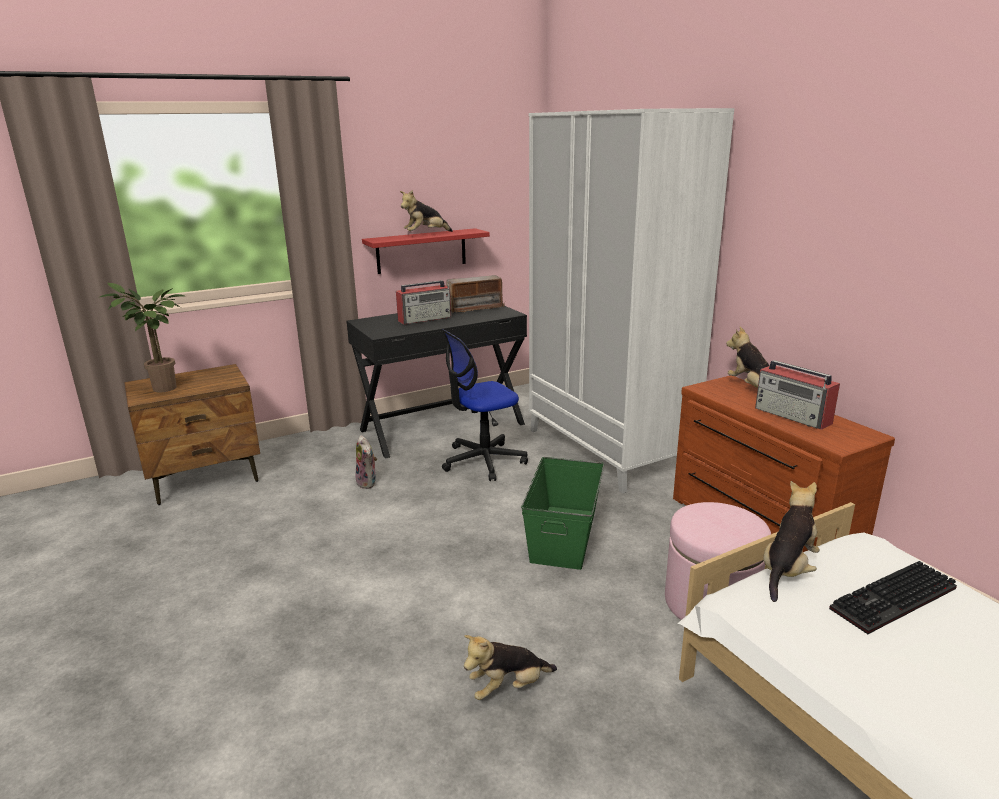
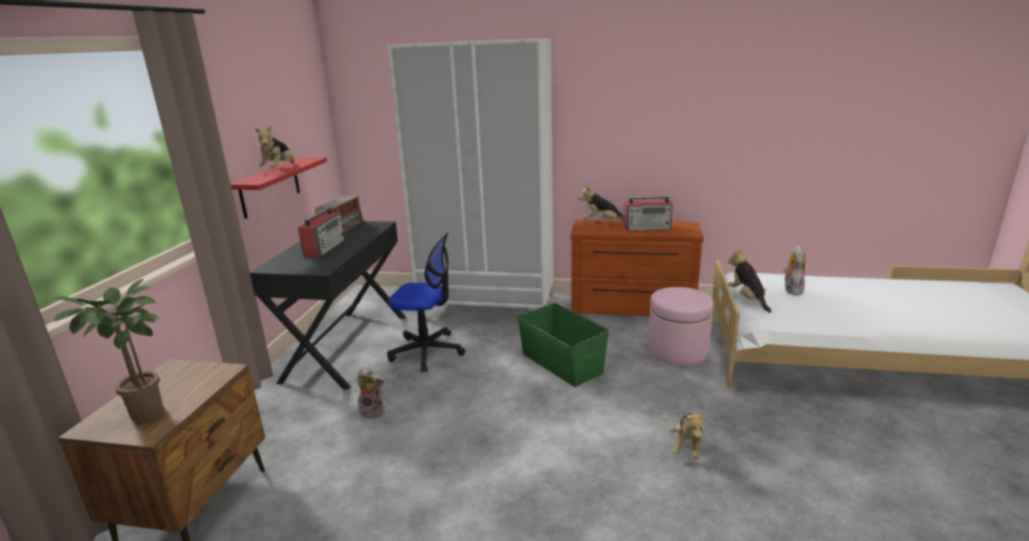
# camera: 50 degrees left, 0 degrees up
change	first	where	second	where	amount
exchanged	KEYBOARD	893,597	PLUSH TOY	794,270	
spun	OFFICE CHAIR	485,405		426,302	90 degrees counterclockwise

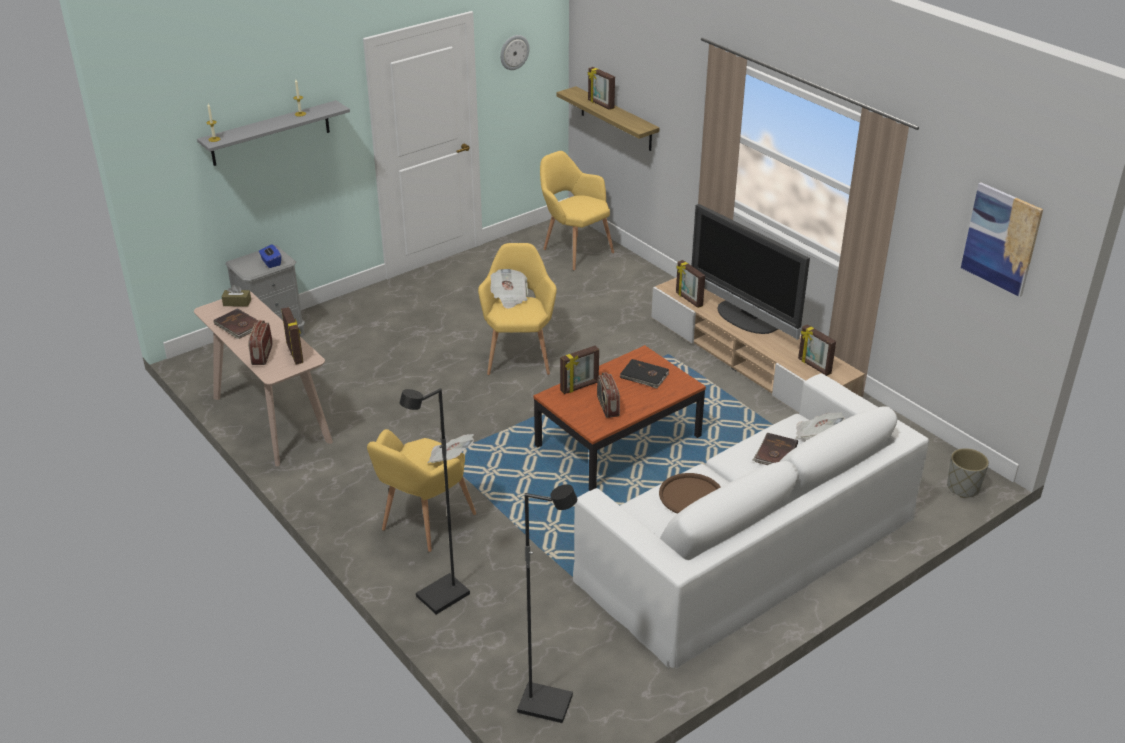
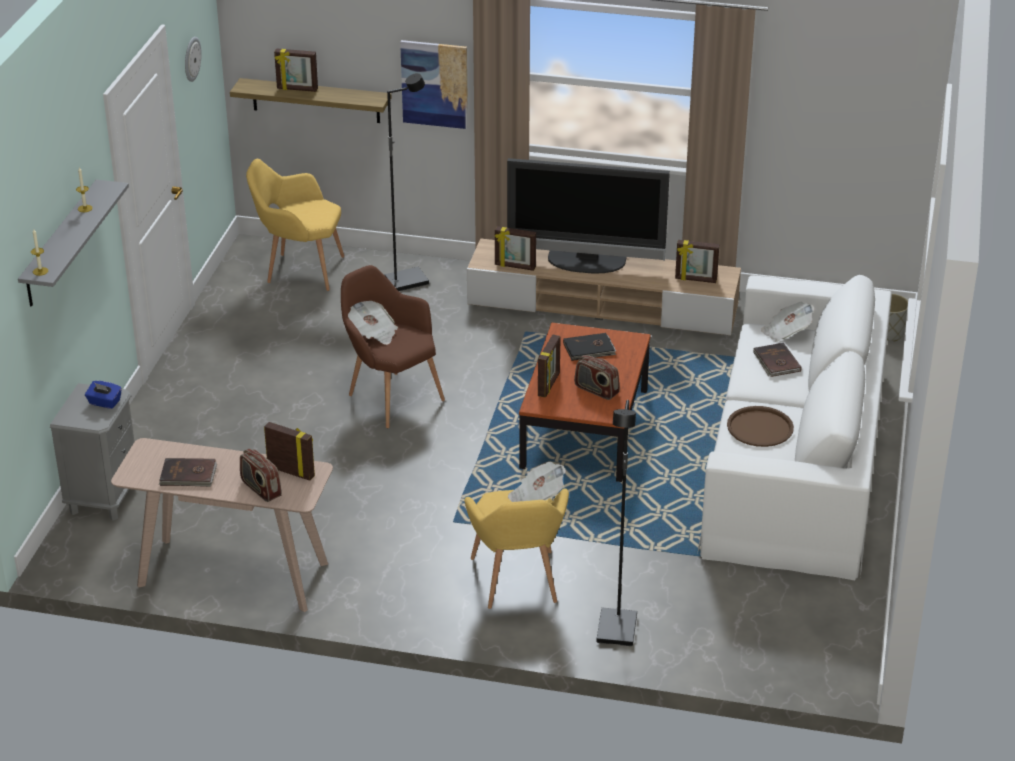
# camera: 40 degrees left, 0 degrees up
change	first	where	second	where	amount
missing	BROWNISH TISSUE HOLDER	236,296			
relocated	BLACK-COLOURED STANDING LAMP	547,603		407,182	
relocated	WALL ART	1002,240		434,84	
colour	YELLOW-COLOURED EASY CHAIR	517,309	BROWNISH EASY CHAIR	393,346	

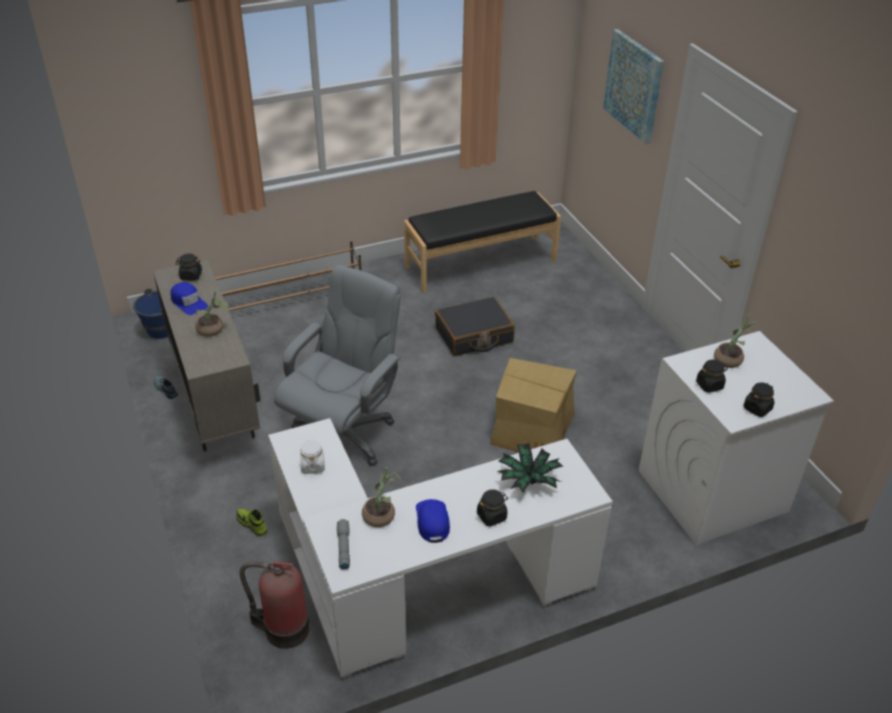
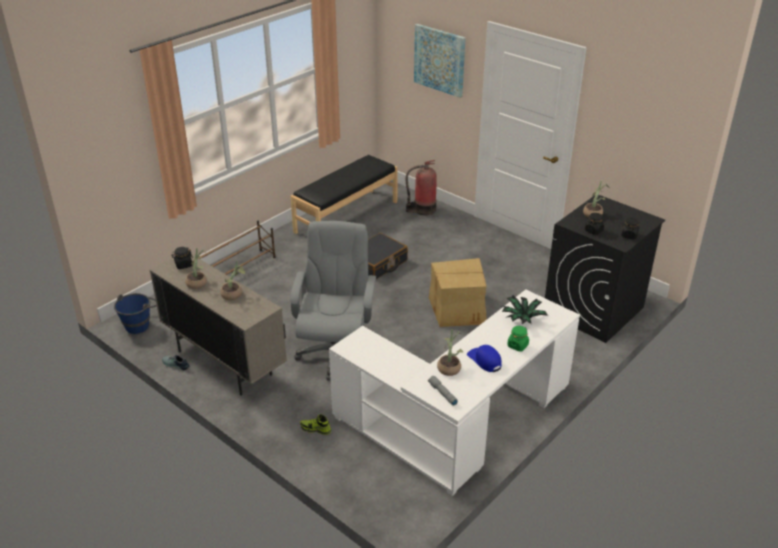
# camera: 25 degrees left, 5 degrees down
change	first	where	second	where	amount
missing	WHITE STORAGE JAR	312,457			
relocated	FIRE EXTINGUISHER	274,605		421,187	
exchanged	BLUE-COLOURED CAP	189,298	HOUSEPLANT	196,268	
colour	BLACK-COLOURED STORAGE JAR	492,508	GREEN-COLOURED STORAGE JAR	518,339	
colour	WHITE LAUNDRY APPLIANCE	736,438	BLACK-COLOURED LAUNDRY APPLIANCE	605,269	

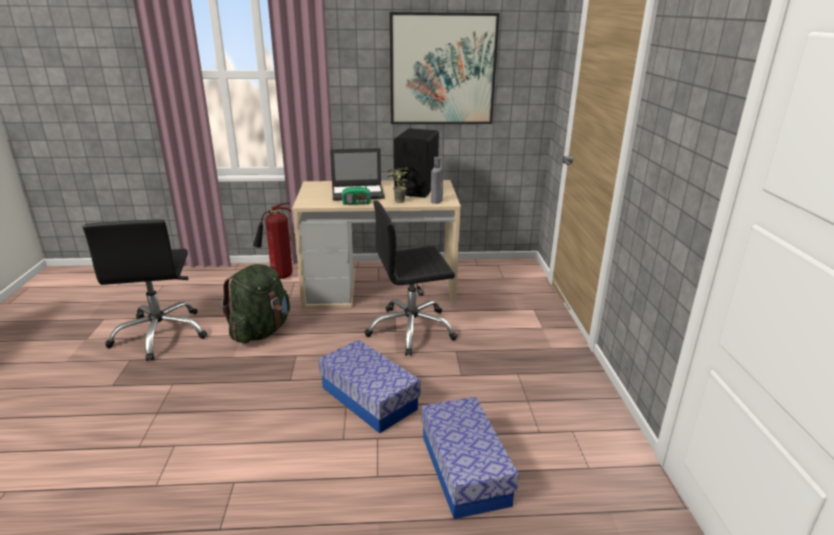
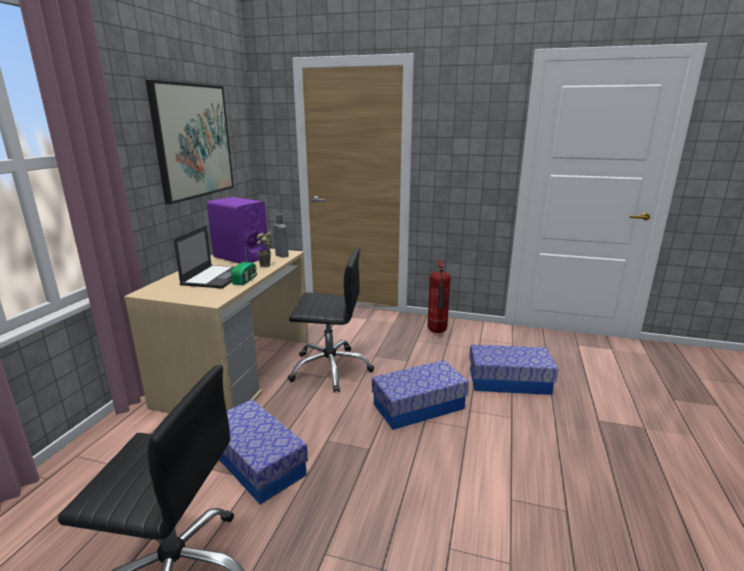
# camera: 70 degrees left, 5 degrees down
change	first	where	second	where	amount
relocated	FIRE EXTINGUISHER	273,241		439,296	
exchanged	GREEN-COLOURED RUCKSACK	256,303	STORAGE BIN	263,452	
colour	BLACK-COLOURED SPEAKER	416,163	PURPLE-COLOURED SPEAKER	238,230	
spun	BLACK-COLOURED OFFICE CHAIR	411,278		331,320	90 degrees counterclockwise

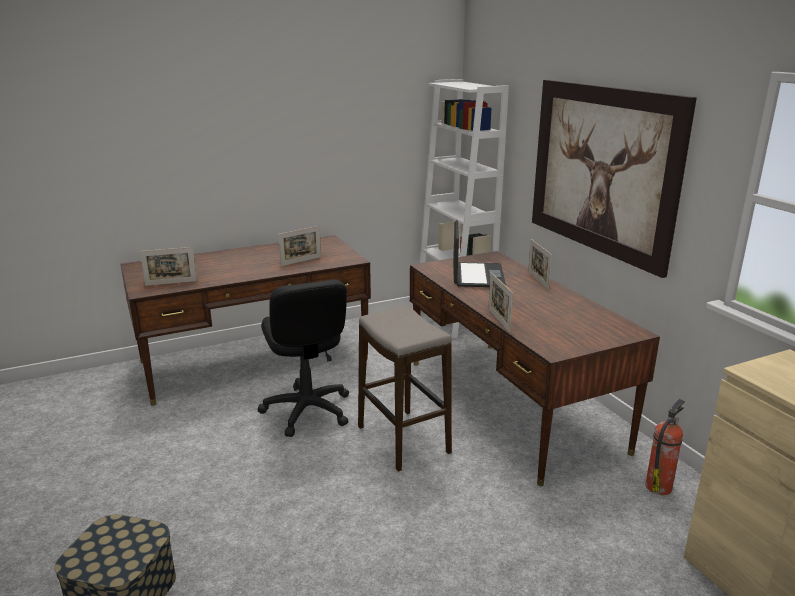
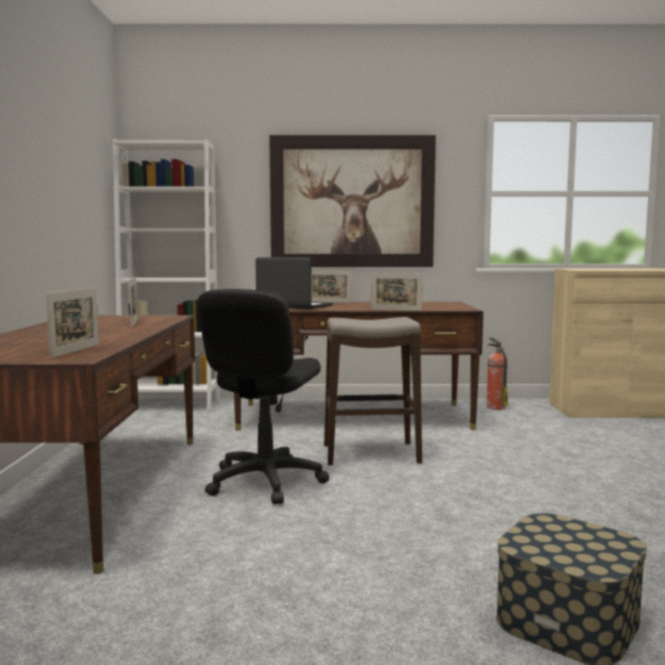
# camera: 65 degrees left, 15 degrees down
change	first	where	second	where	amount
spun	BLACK-COLOURED OFFICE CHAIR	303,358		263,396	105 degrees clockwise

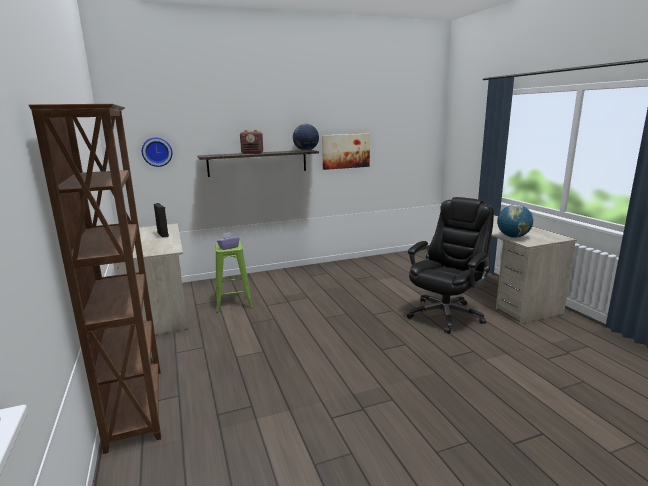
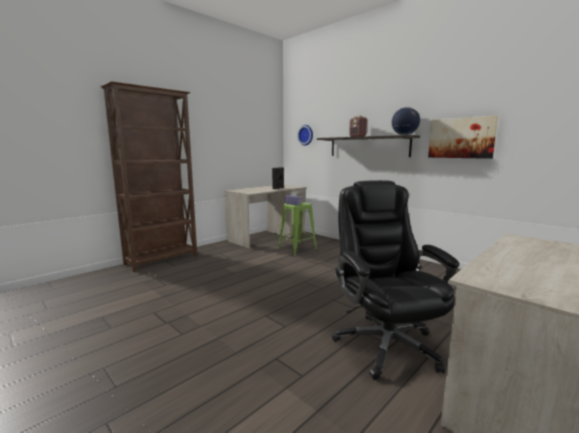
# camera: 65 degrees right, 5 degrees down
change	first	where	second	where	amount
missing	DESK GLOBE	515,221			
spun	BLACK-COLOURED OFFICE CHAIR	450,265		395,280	120 degrees counterclockwise

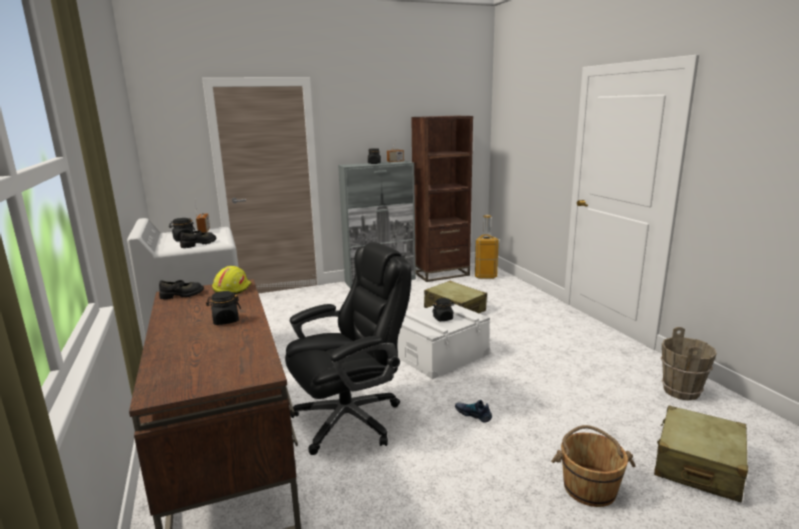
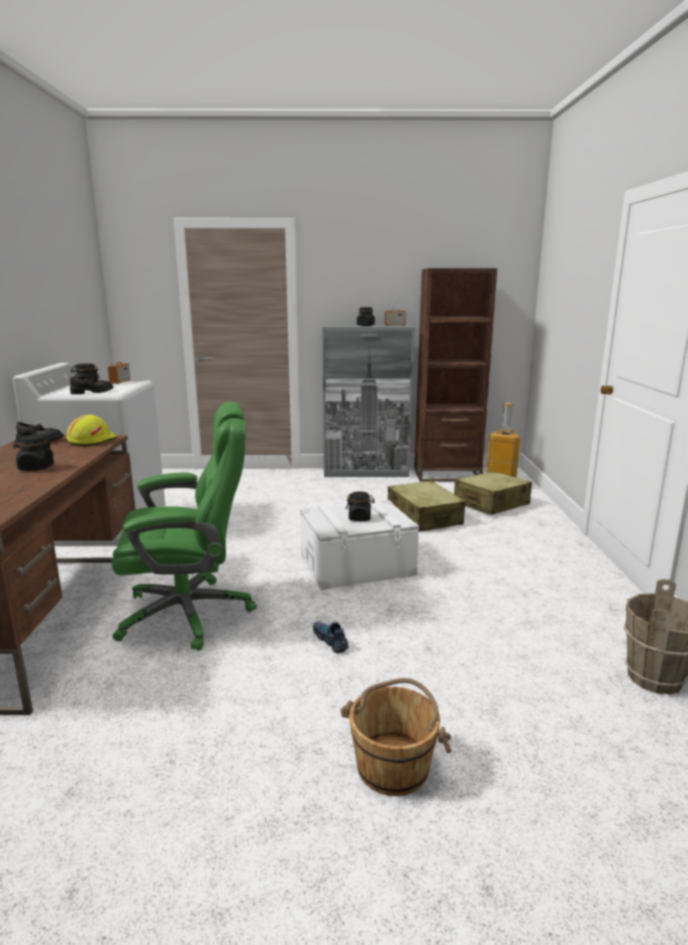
# camera: 20 degrees right, 0 degrees up
change	first	where	second	where	amount
relocated	BEIGE-COLOURED PIECE OF LUGGAGE	701,454		493,493	
colour	BLACK-COLOURED OFFICE CHAIR	348,348	GREEN-COLOURED OFFICE CHAIR	184,526	

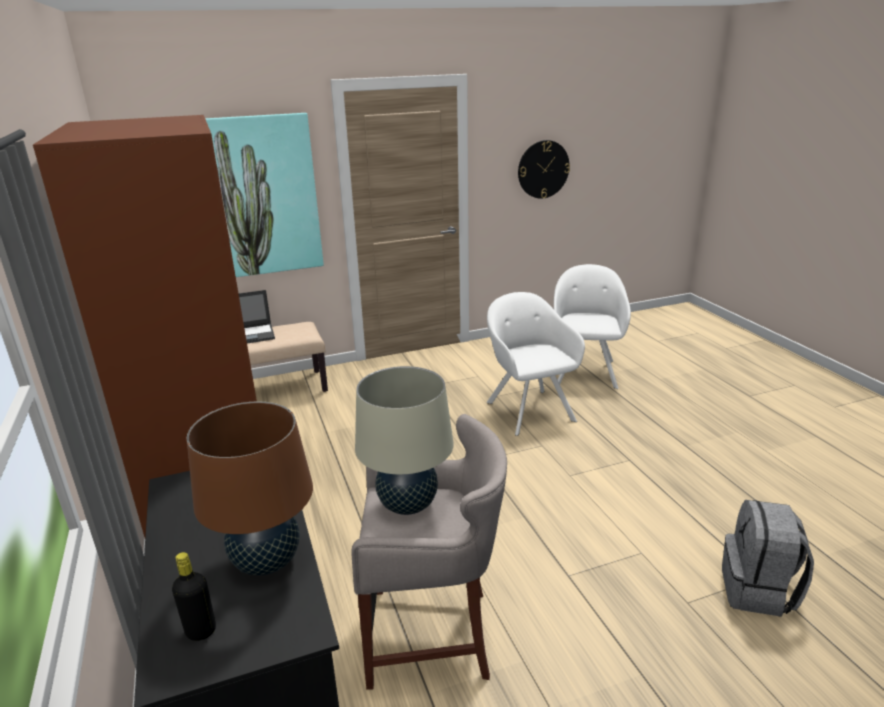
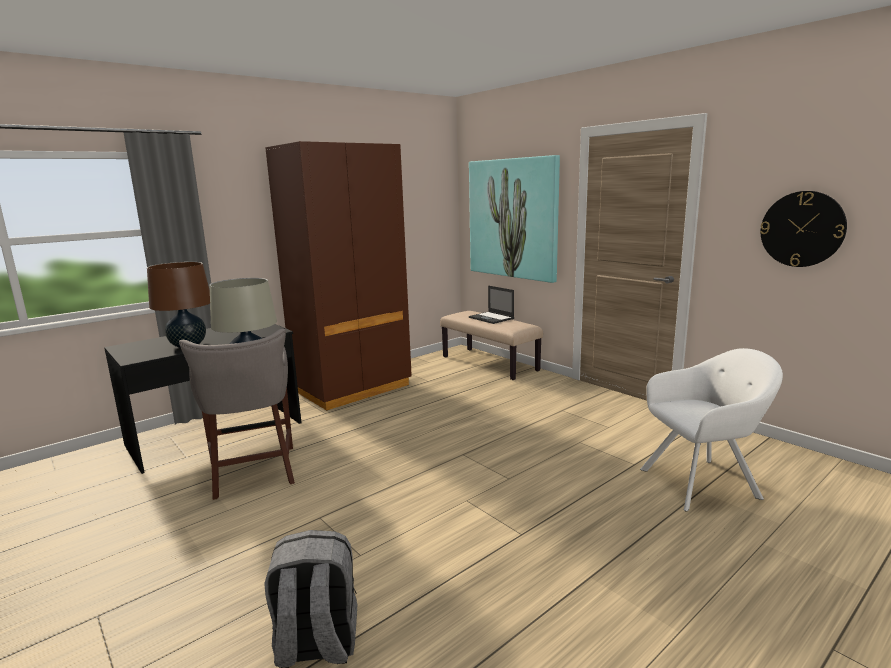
# camera: 70 degrees right, 10 degrees down
change	first	where	second	where	amount
missing	BLACK-COLOURED BEVERAGE BOTTLE	194,596			
missing	WHITE EASY CHAIR	536,364			

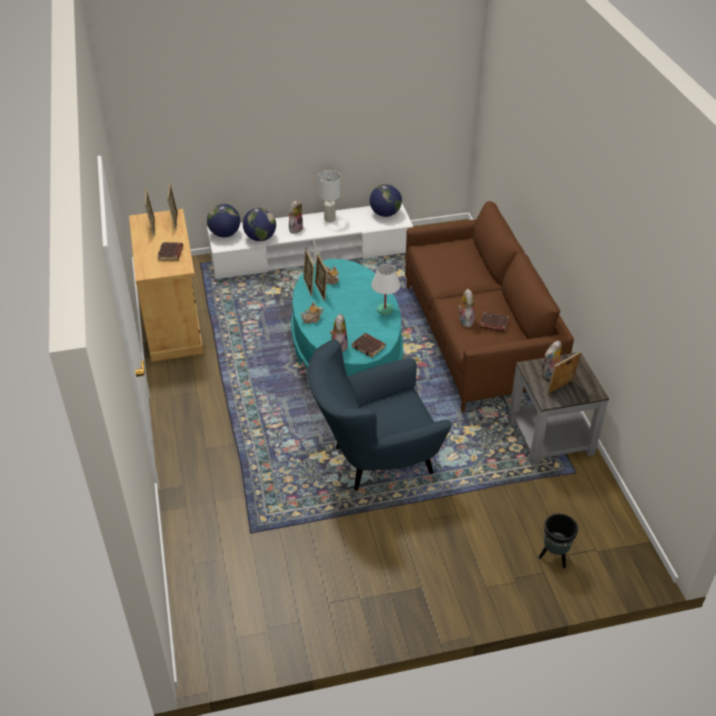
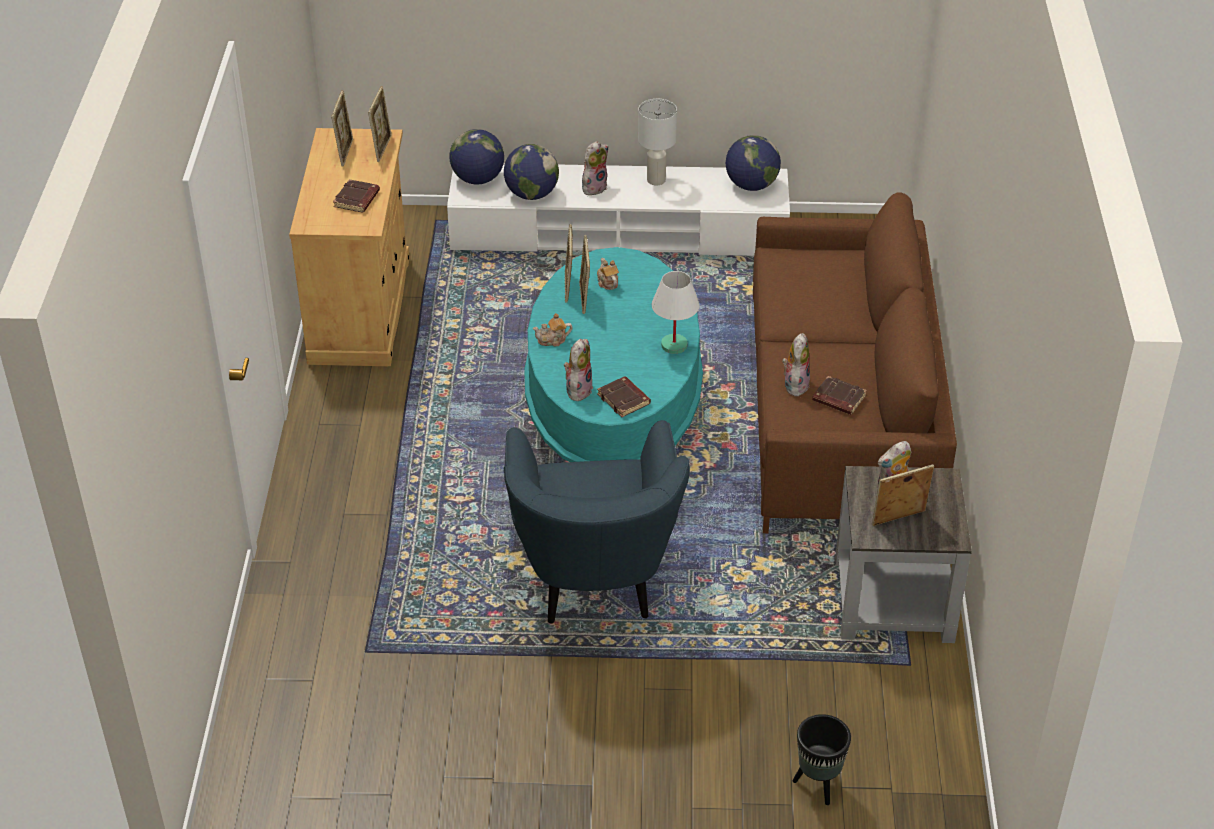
# camera: 15 degrees right, 0 degrees up
change	first	where	second	where	amount
spun	BLUE-COLOURED EASY CHAIR	379,415		597,521	90 degrees counterclockwise

